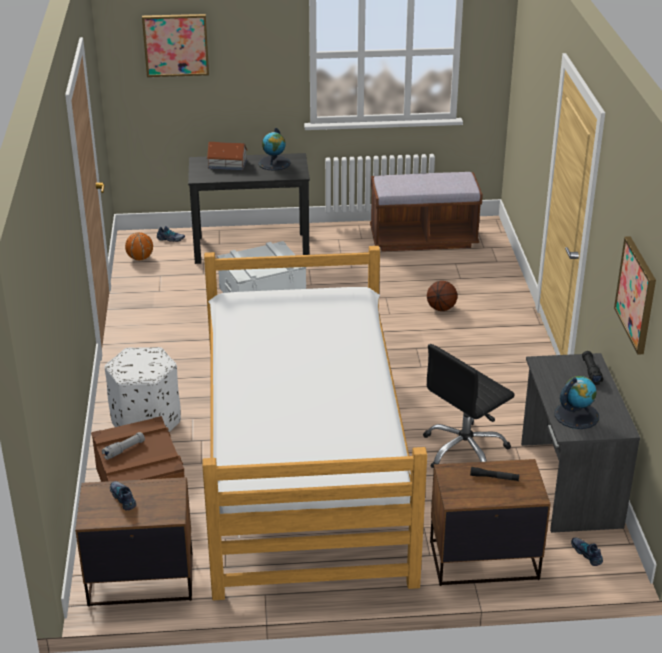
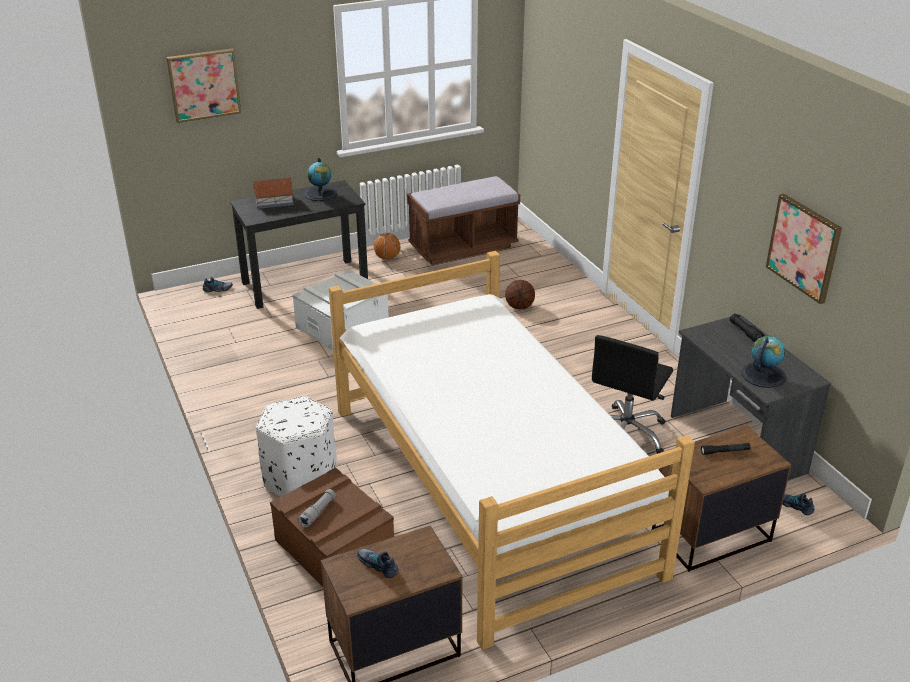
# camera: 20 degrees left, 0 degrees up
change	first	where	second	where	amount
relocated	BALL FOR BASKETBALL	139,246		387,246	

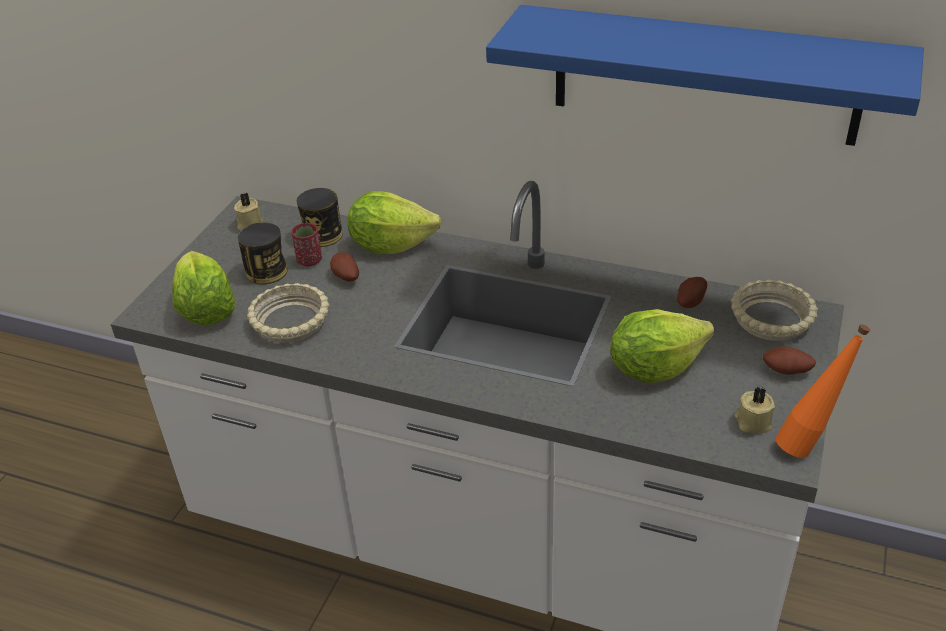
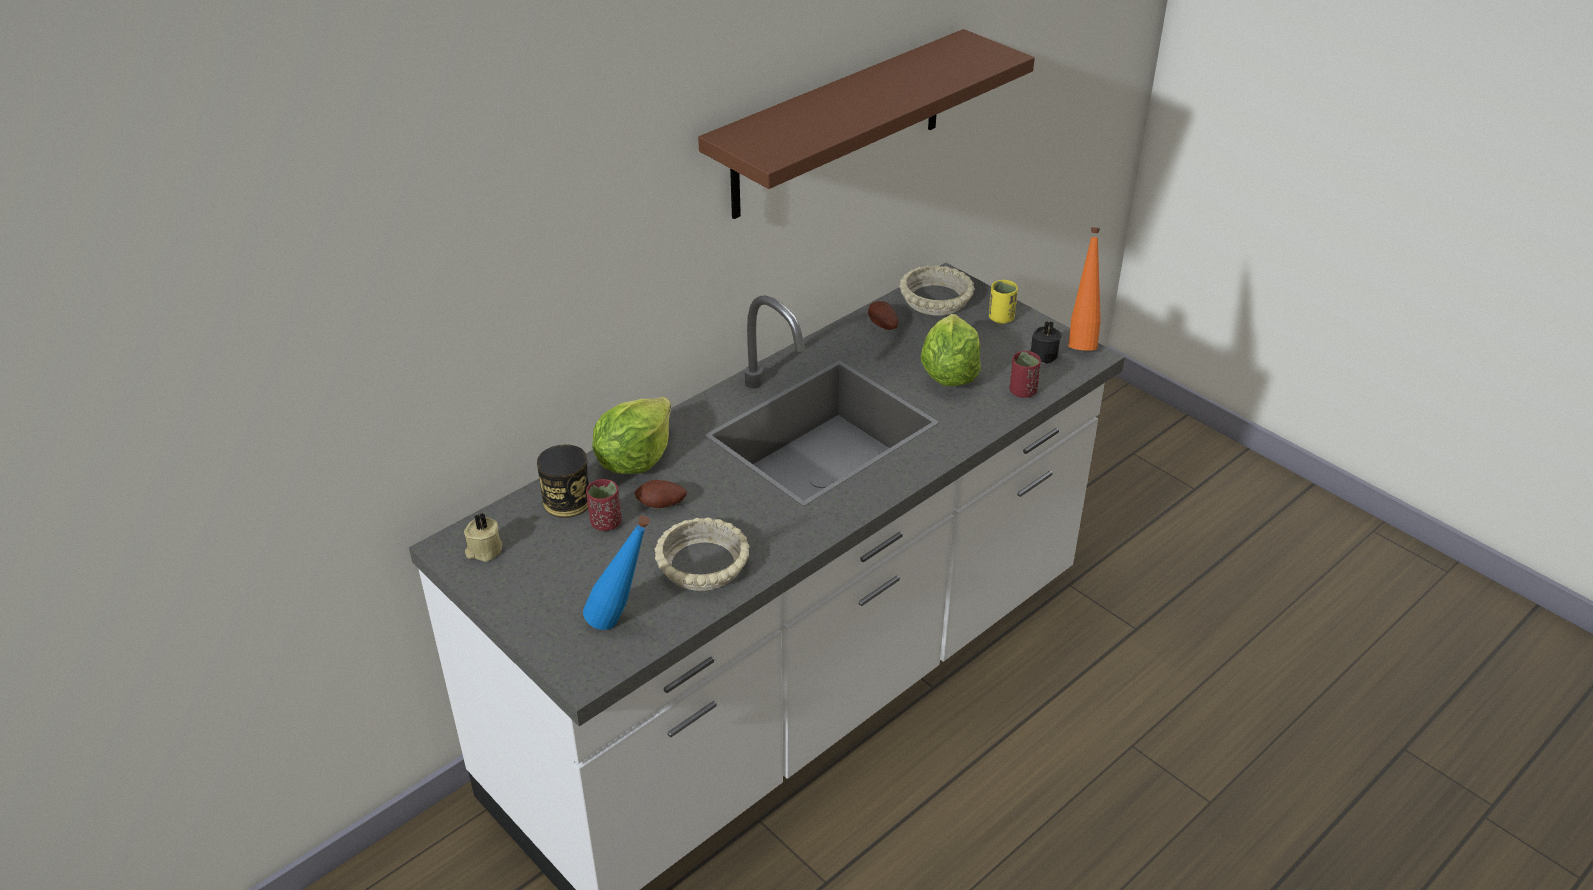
# camera: 65 degrees left, 0 degrees up
change	first	where	second	where	amount
missing	METAL CAN	263,253			
appeared			RED-COLOURED CUP	1025,374	
exchanged	LETTUCE HEAD	204,288	BLUE-COLOURED BEVERAGE BOTTLE	616,572	
exchanged	WHOLE POTATO	789,360	YELLOW-COLOURED CUP	1003,302	
colour	BLUE-COLOURED WALL SHELF	705,75	BROWNISH WALL SHELF	866,124	
colour	BEIGE-COLOURED WAX LIGHT	754,410	BLACK-COLOURED WAX LIGHT	1046,342	

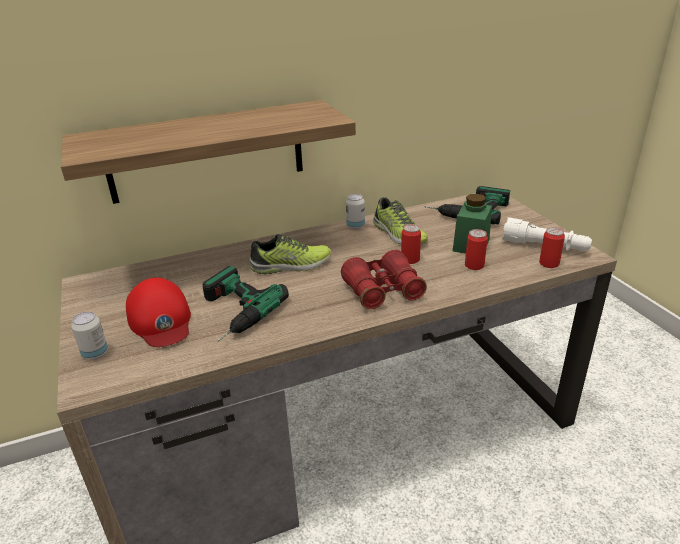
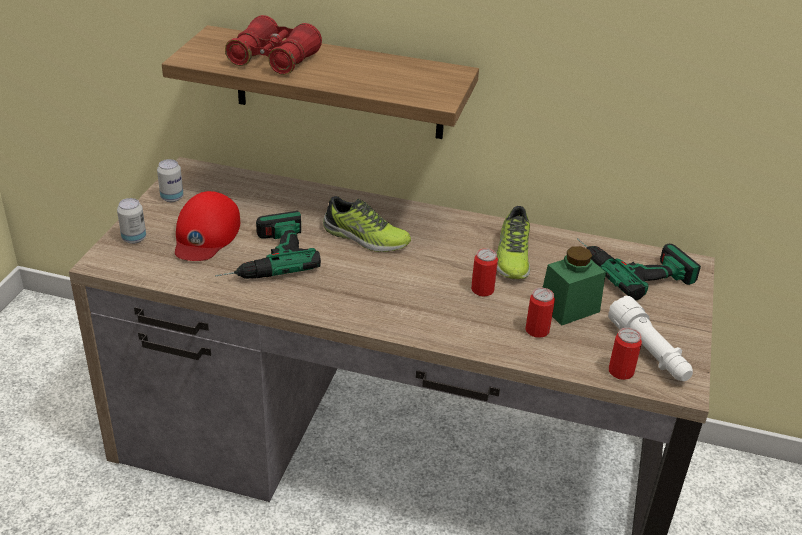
# camera: 35 degrees right, 5 degrees up
change	first	where	second	where	amount
relocated	RED-COLOURED FIELD GLASSES	384,279		273,45	
relocated	METAL CAN	355,211		170,180	

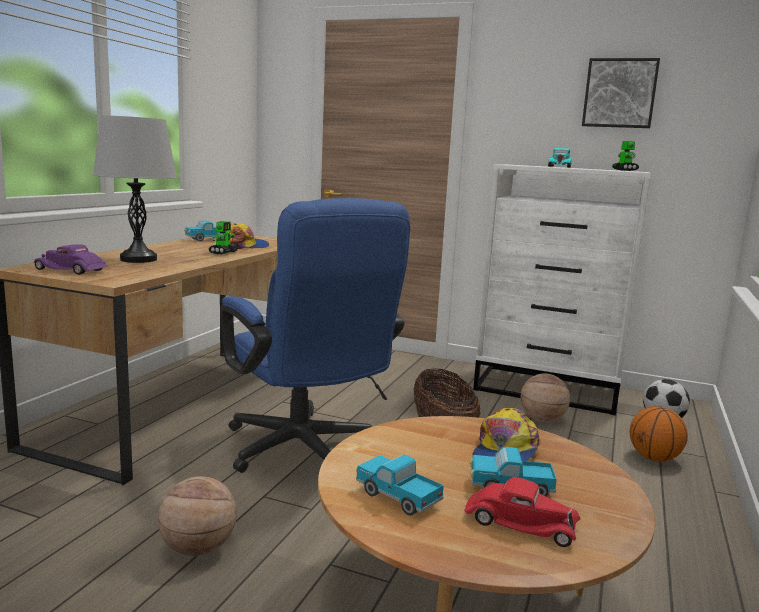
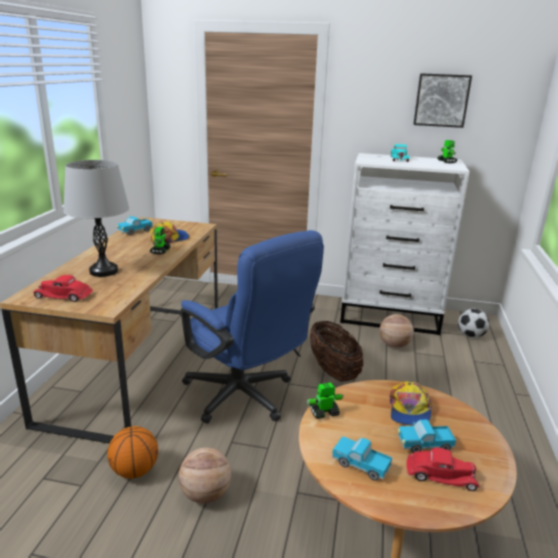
# camera: 10 degrees left, 10 degrees up
change	first	where	second	where	amount
appeared			MODEL ROBOT	324,400	
relocated	BALL FOR BASKETBALL	659,433		132,452	
colour	PURPLE-COLOURED MINIATURE CAR	71,260	RED-COLOURED MINIATURE CAR	63,288	

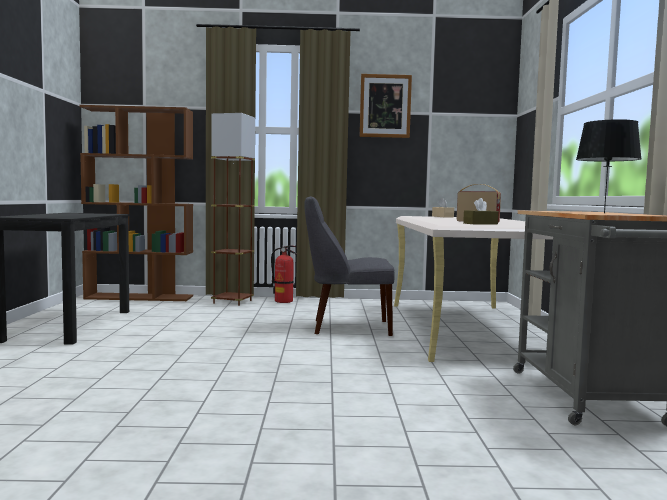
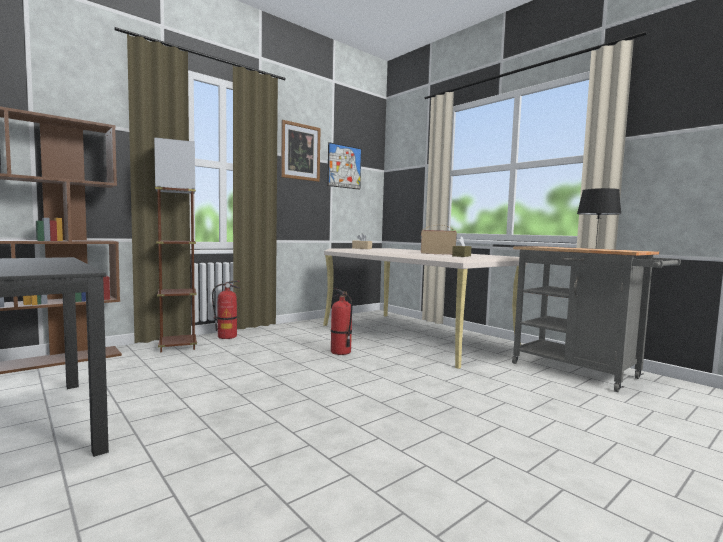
# camera: 40 degrees left, 0 degrees up
change	first	where	second	where	amount
appeared			WALL ART	344,166	
exchanged	GRAY PLAIN CHAIR	349,266	FIRE EXTINGUISHER	341,322	

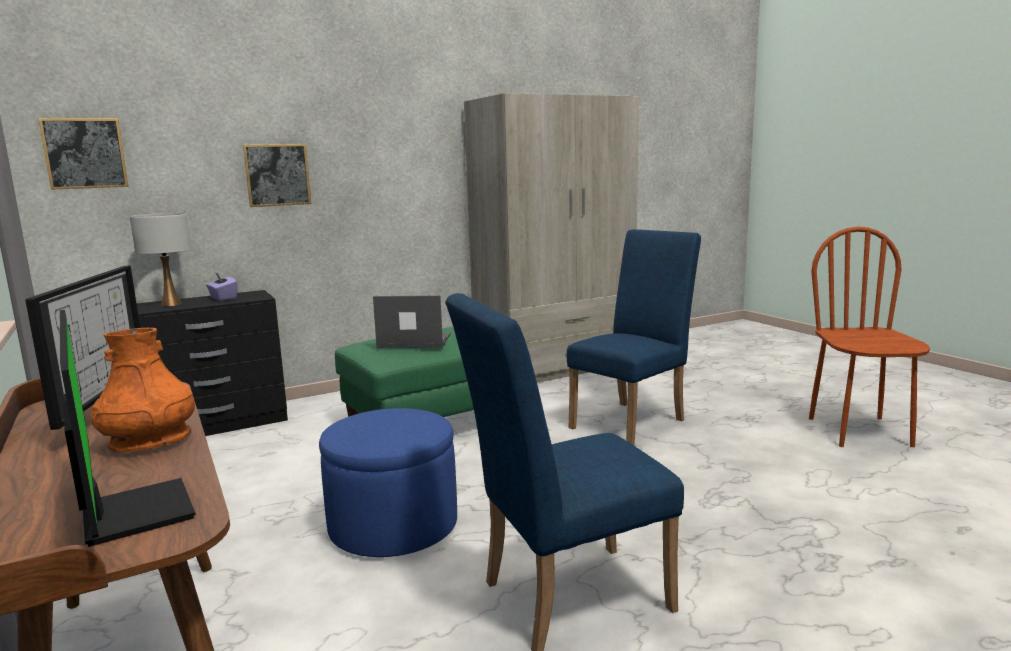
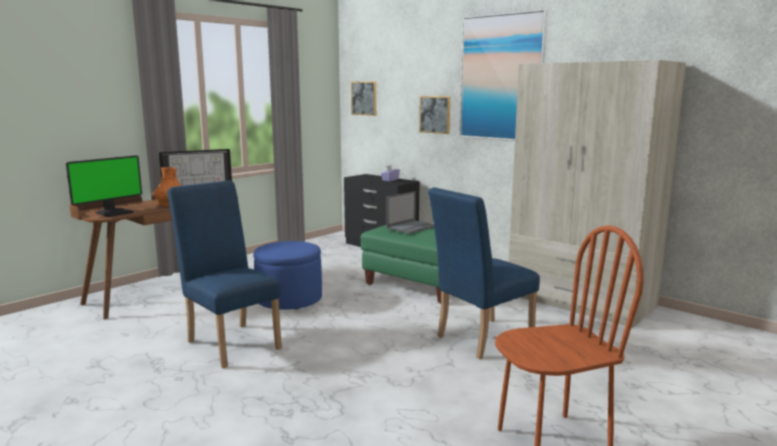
# camera: 70 degrees right, 0 degrees up
change	first	where	second	where	amount
missing	WHITE LAMP FOR A TABLE	160,259			
appeared			WALL ART	503,75	
spun	NOTEBOOK COMPUTER	412,321		410,212	60 degrees clockwise
spun	BLUE-COLOURED PLAIN CHAIR	634,337		484,273	120 degrees clockwise

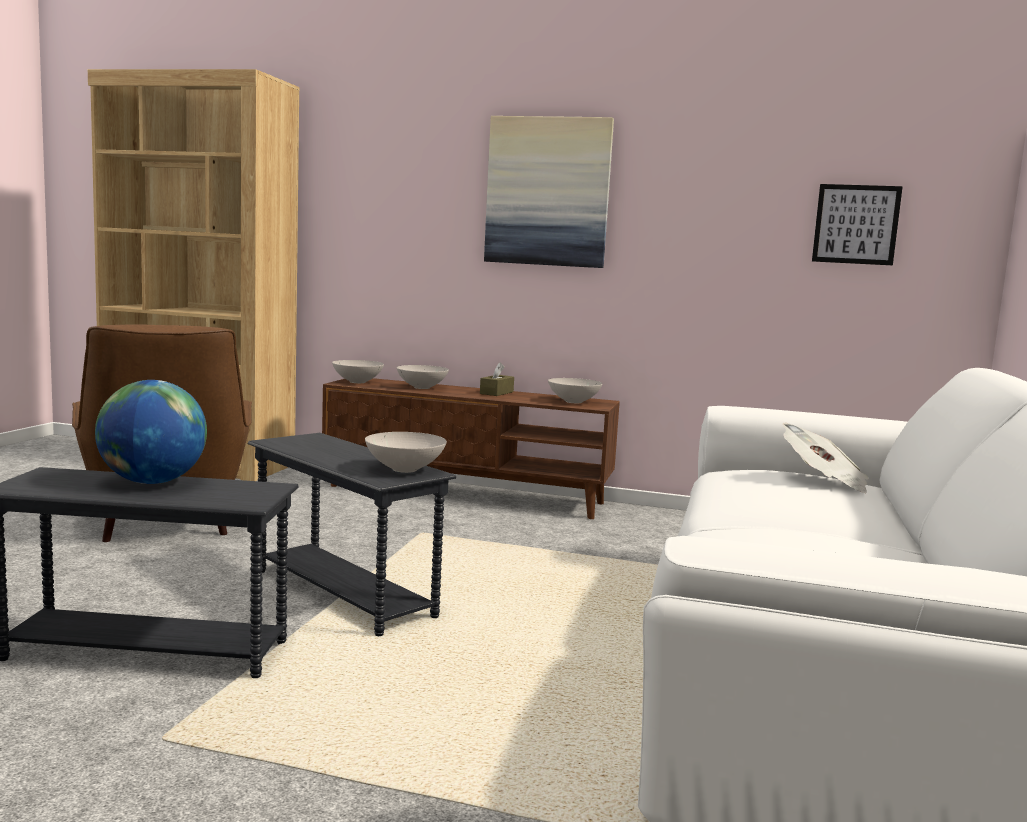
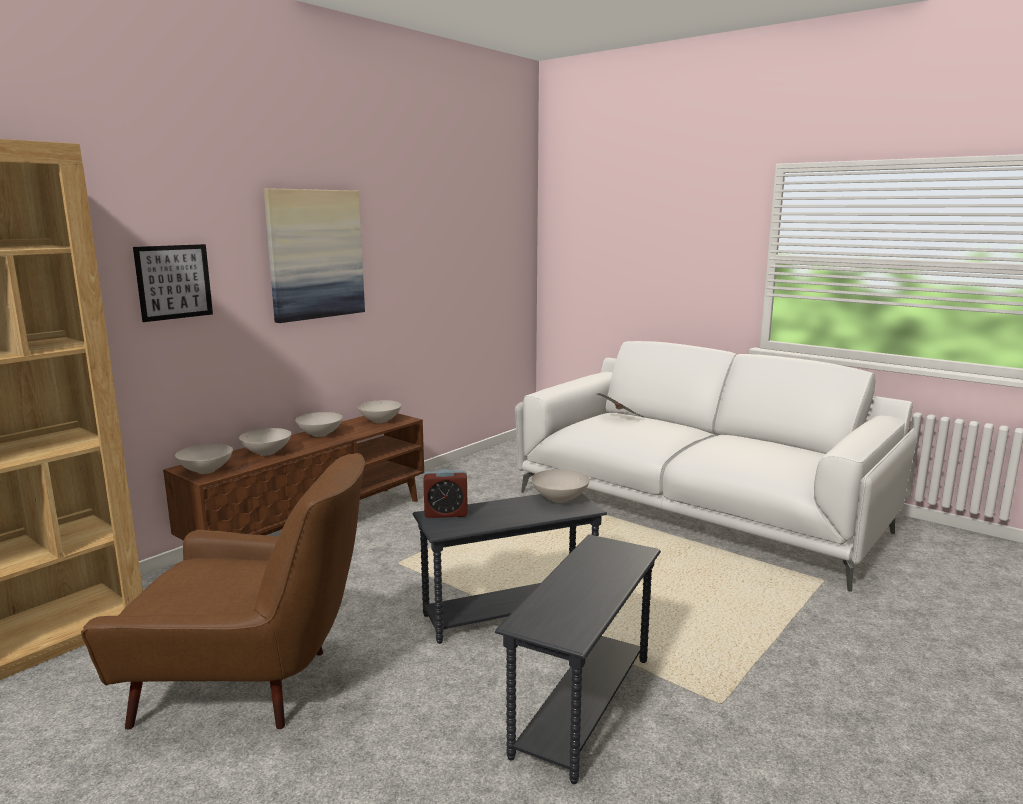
# camera: 65 degrees left, 5 degrees up
change	first	where	second	where	amount
missing	DESK GLOBE	151,432			
appeared			BEDSIDE CLOCK	445,493	
relocated	WALL ART	857,224		173,283	
exchanged	BROWNISH TISSUE HOLDER	497,379	WHITE SERVING BOWL	319,424	

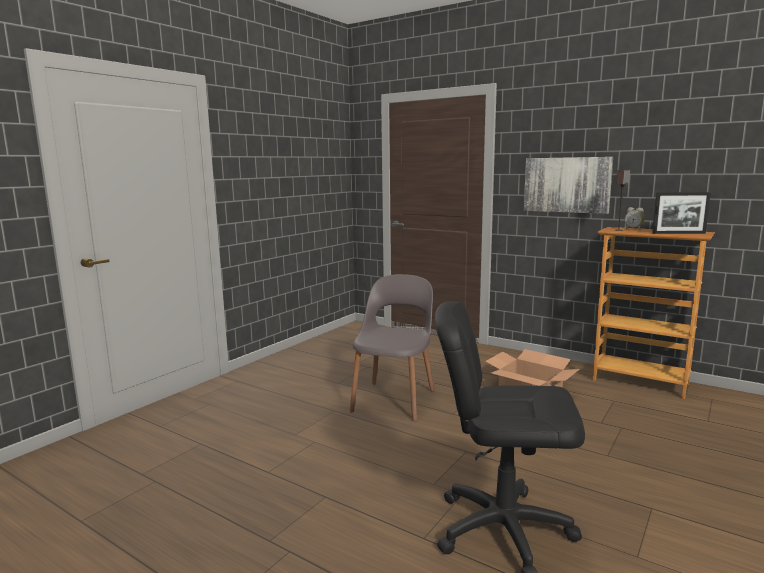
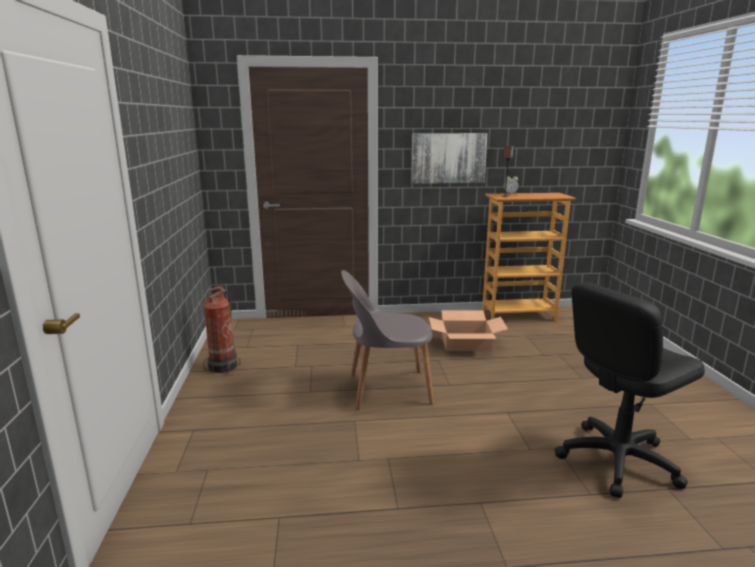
# camera: 40 degrees left, 5 degrees up
change	first	where	second	where	amount
missing	PICTURE FRAME	681,213			
appeared			FIRE EXTINGUISHER	222,330	
spun	GRAY PLAIN CHAIR	392,347		387,340	75 degrees counterclockwise

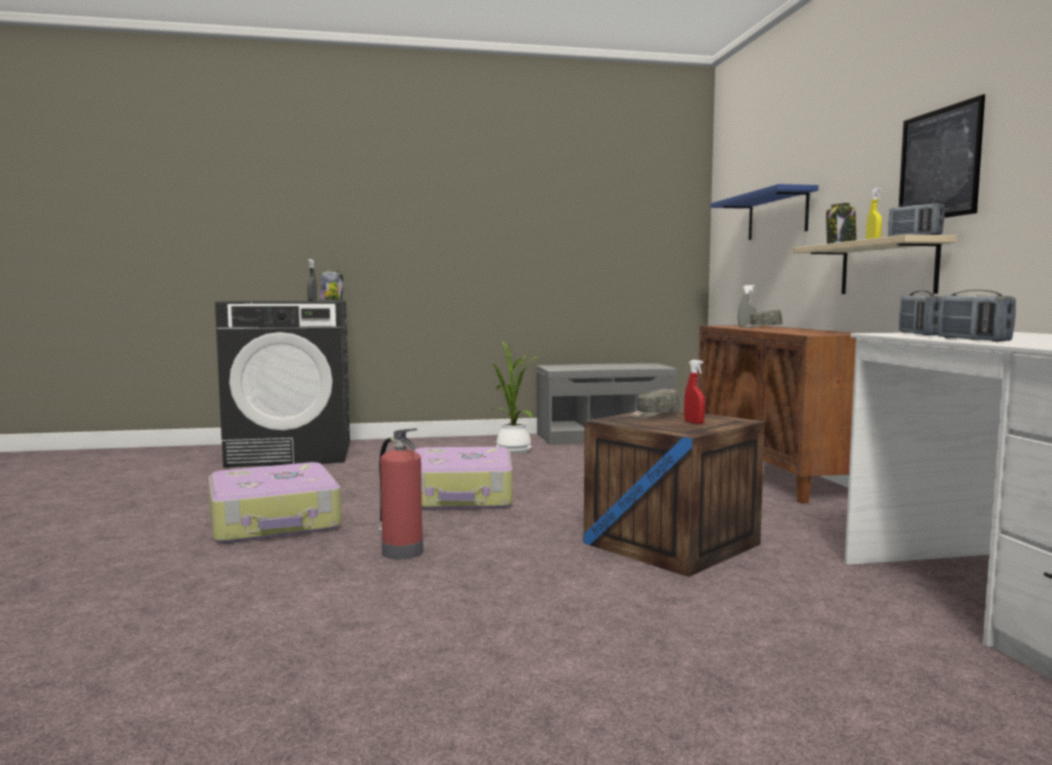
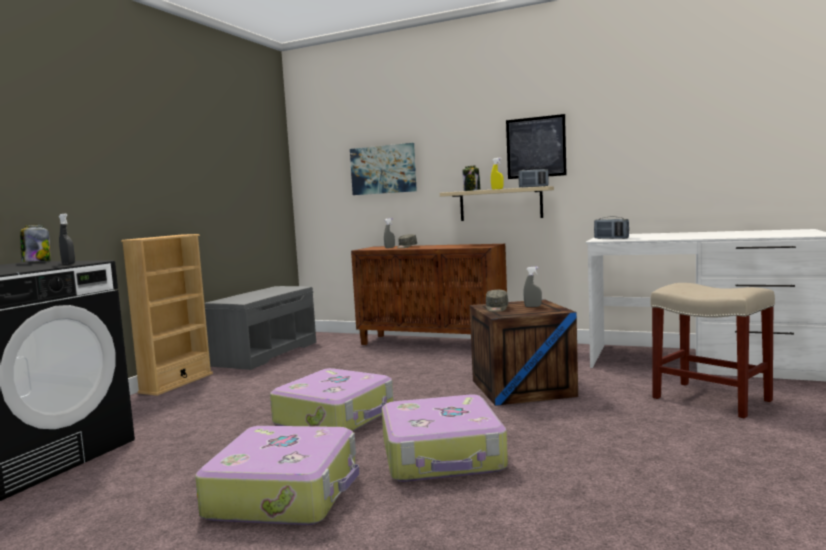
# camera: 55 degrees left, 0 degrees up
change	first	where	second	where	amount
missing	HOUSEPLANT	515,396			
missing	RADIO SET	976,316			
appeared			BEIGE-COLOURED BOOKCASE	167,315	
appeared			BEIGE-COLOURED STOOL	713,350	
exchanged	FIRE EXTINGUISHER	400,493	PIECE OF LUGGAGE	445,438	
exchanged	BLUE-COLOURED WALL SHELF	764,212	WALL ART	383,169	
colour	RED-COLOURED HAND SPRAYER	694,392	GRAY HAND SPRAYER	532,287	

